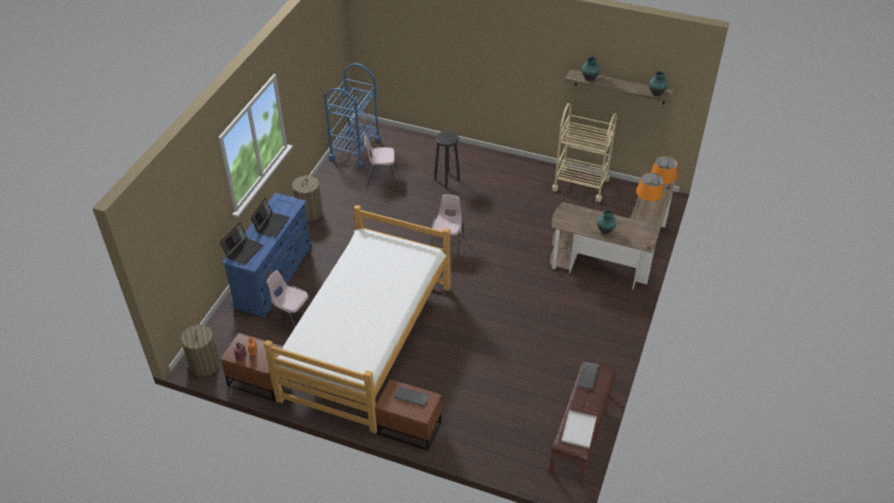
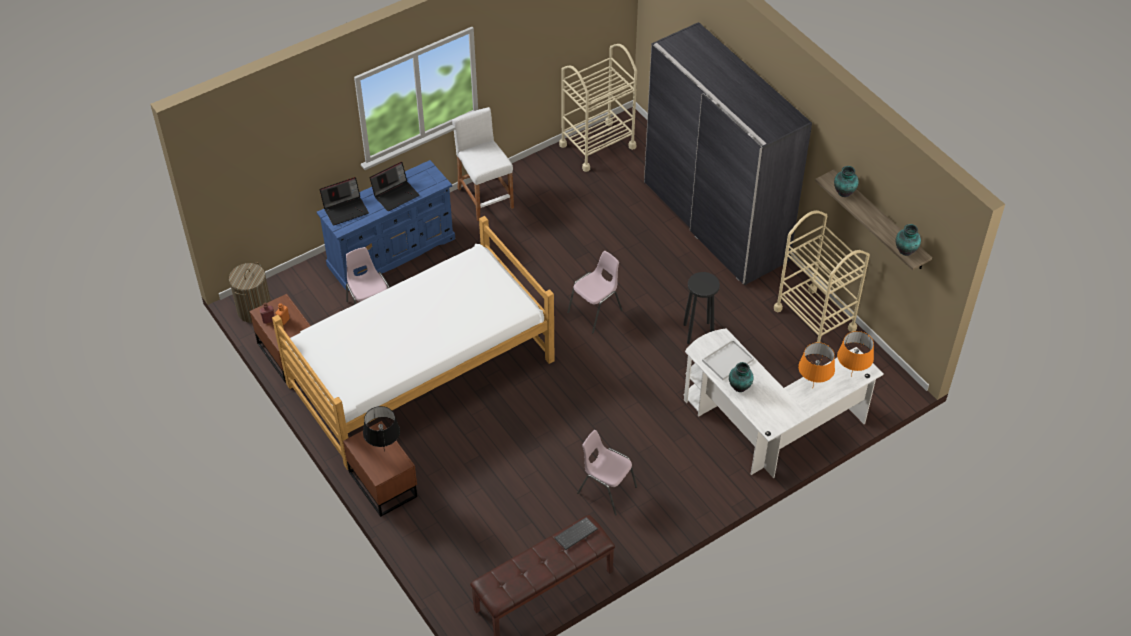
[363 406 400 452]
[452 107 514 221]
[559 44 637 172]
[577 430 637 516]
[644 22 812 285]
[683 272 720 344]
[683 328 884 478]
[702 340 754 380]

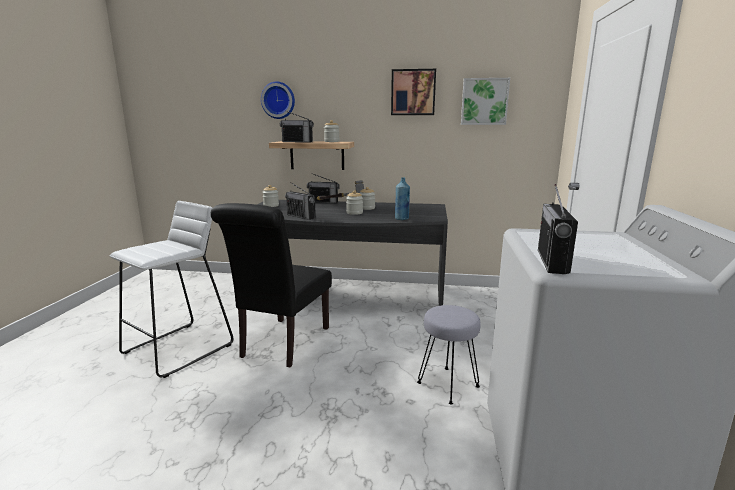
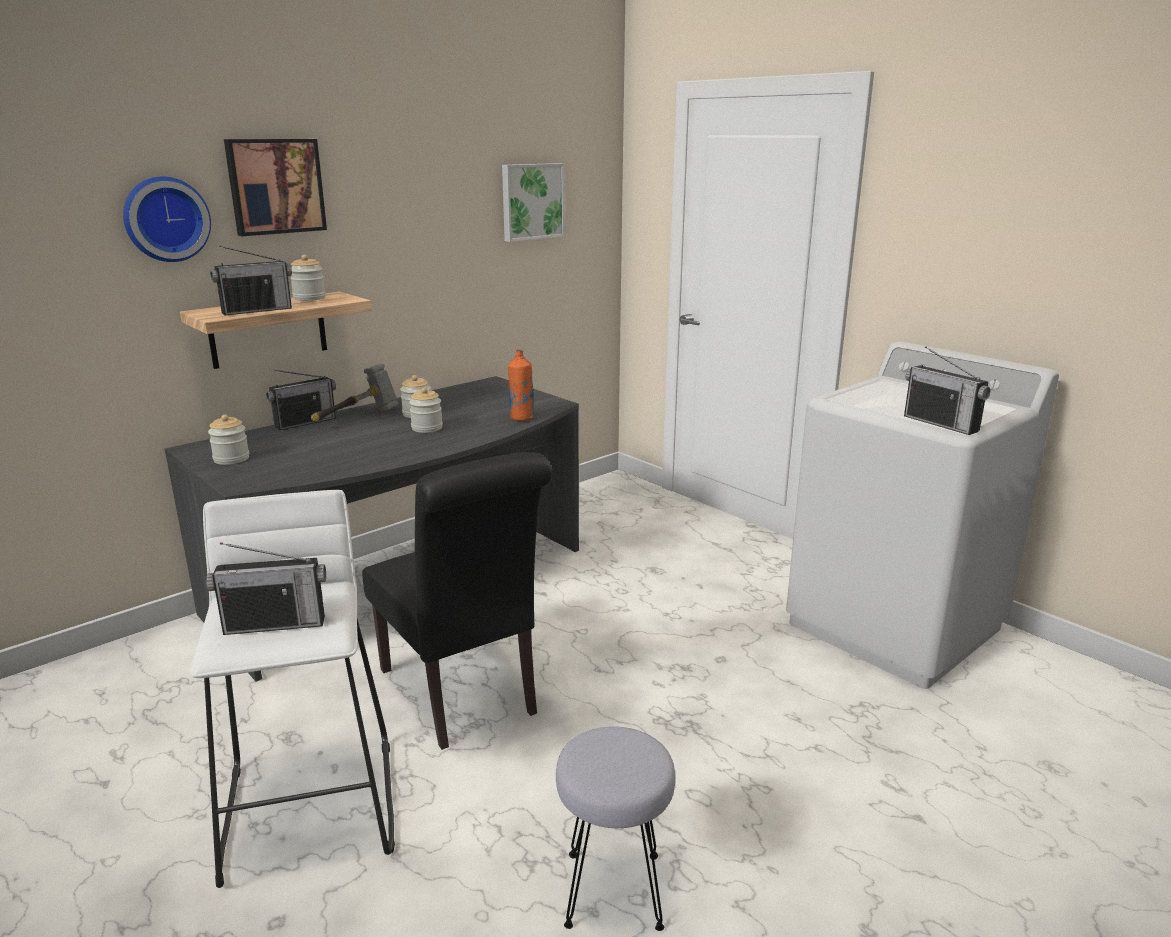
[206 542 326 635]
[224 139 327 236]
[508 349 533 421]
[556 726 675 931]

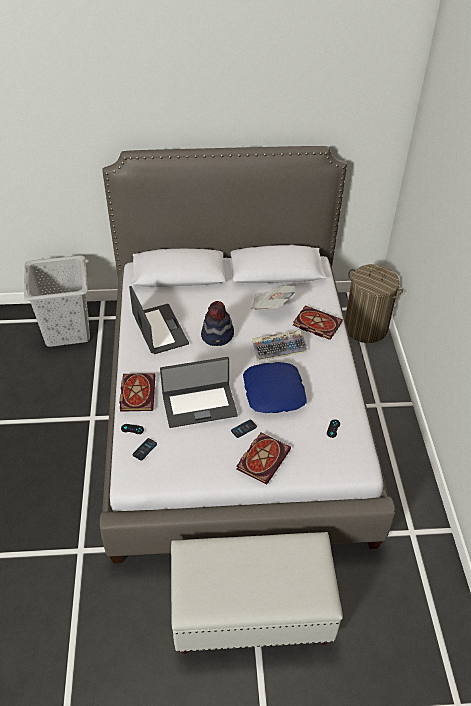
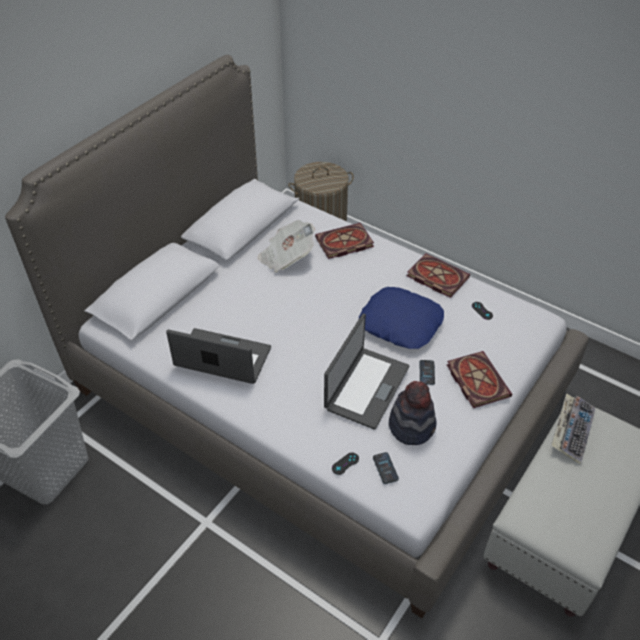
[389 381 437 445]
[407 253 470 298]
[551 393 595 464]

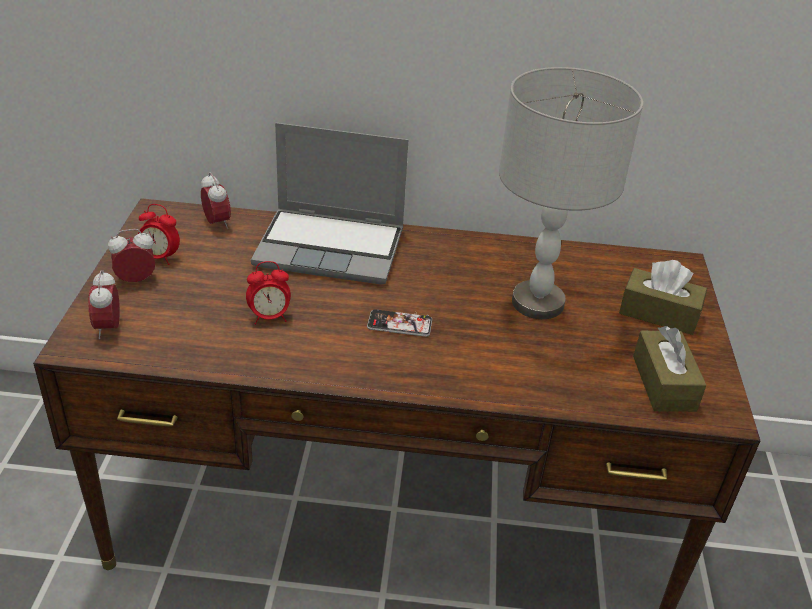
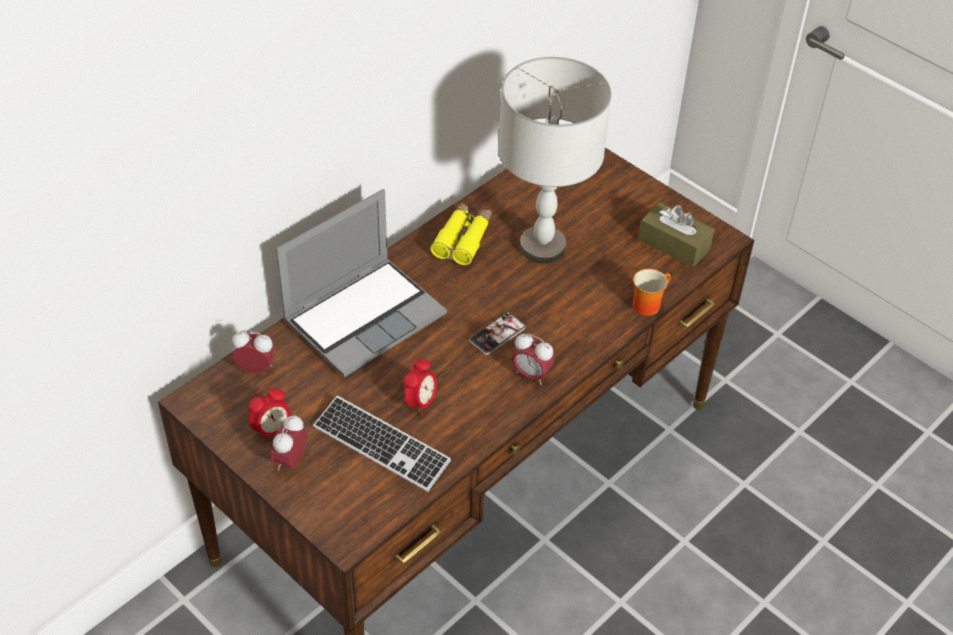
[313 396 451 492]
[430 202 492 265]
[512 333 555 385]
[633 269 671 316]
[619 260 707 335] (first image)

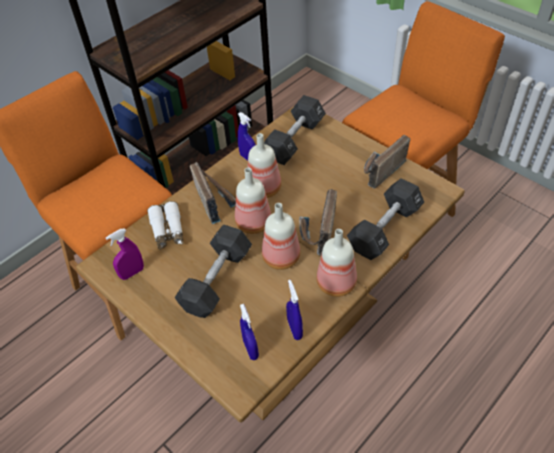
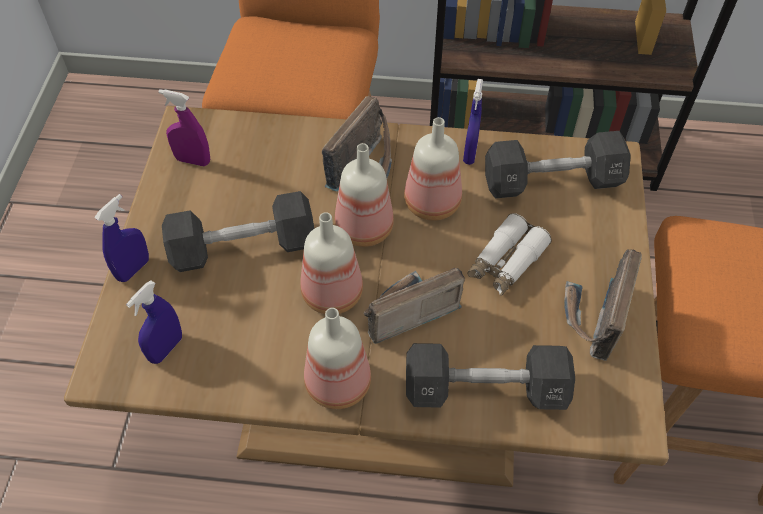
[94 194 149 282]
[467 213 552 296]
[564 249 642 361]

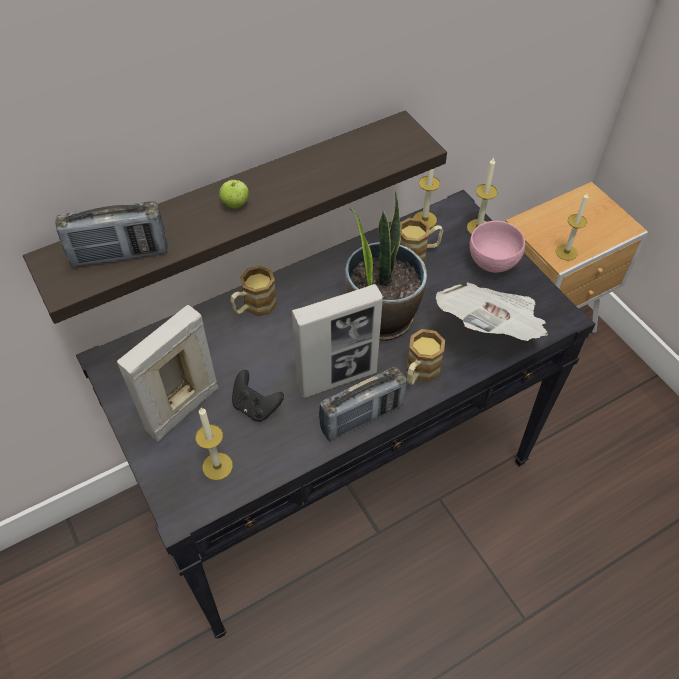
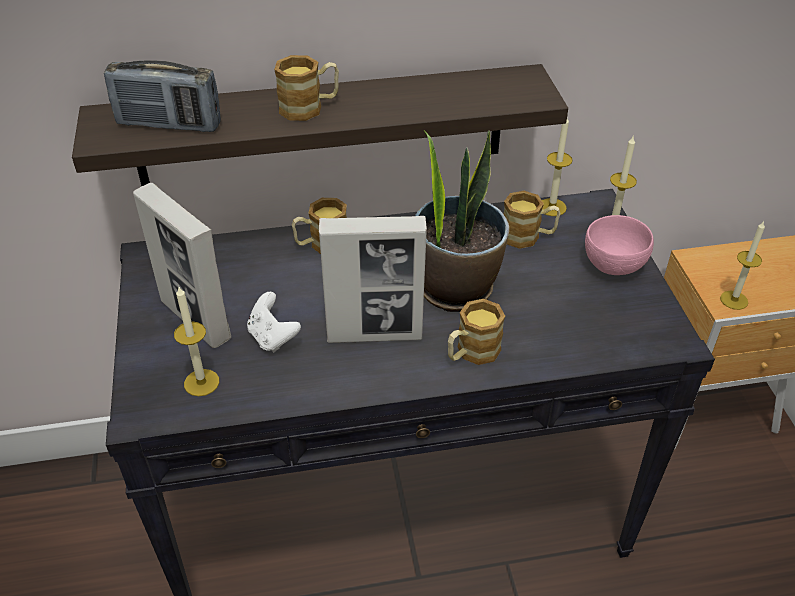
[133 183 231 348]
[247 292 301 352]
[274 55 339 121]
[319 367 407 441] (first image)
[436 282 548 341] (first image)

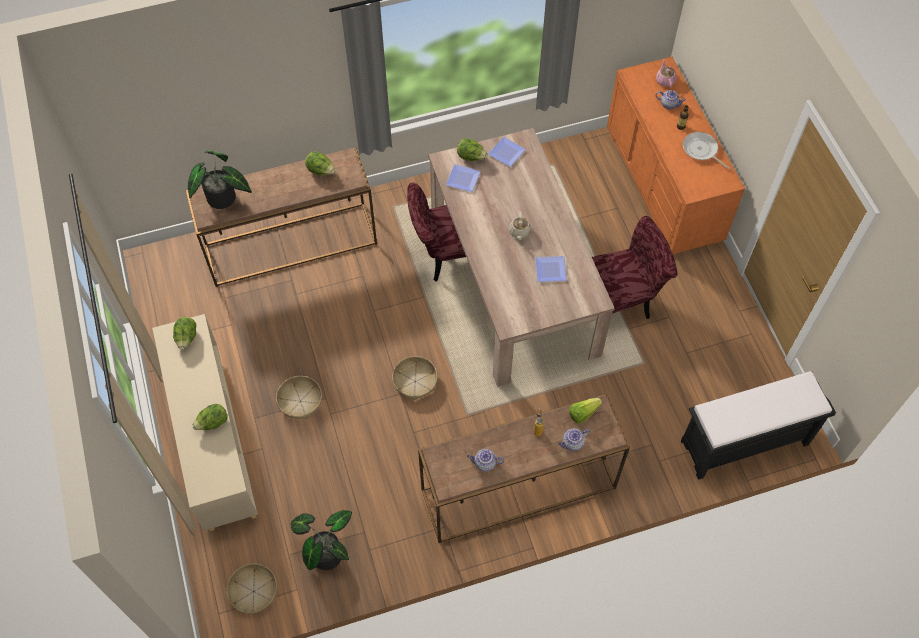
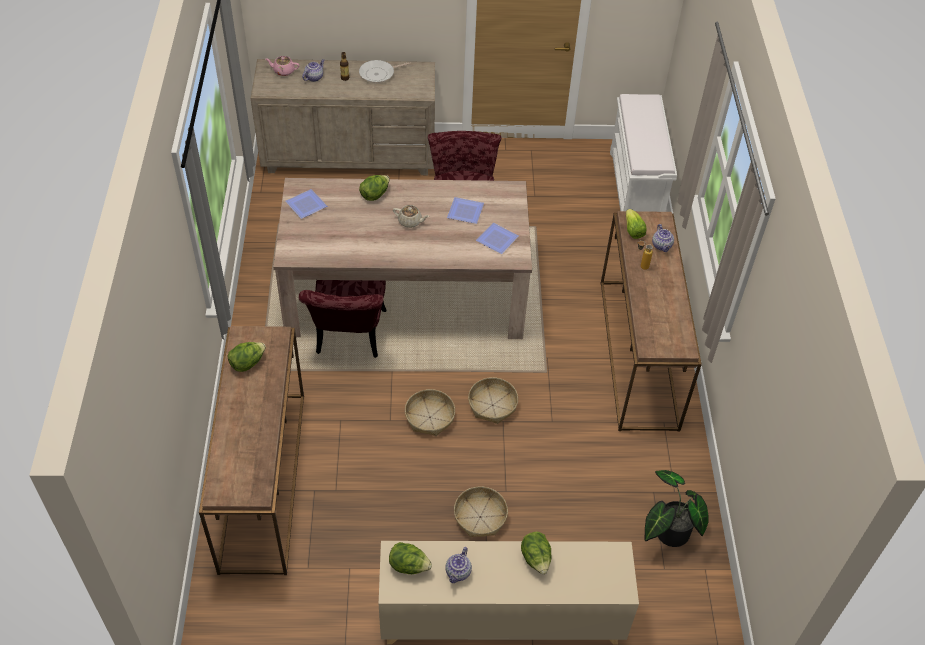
[250 59 435 175]
[359 175 389 201]
[405 389 455 436]
[445 547 472 583]
[476 223 519 254]
[610 94 677 212]
[188 151 252 209] (first image)

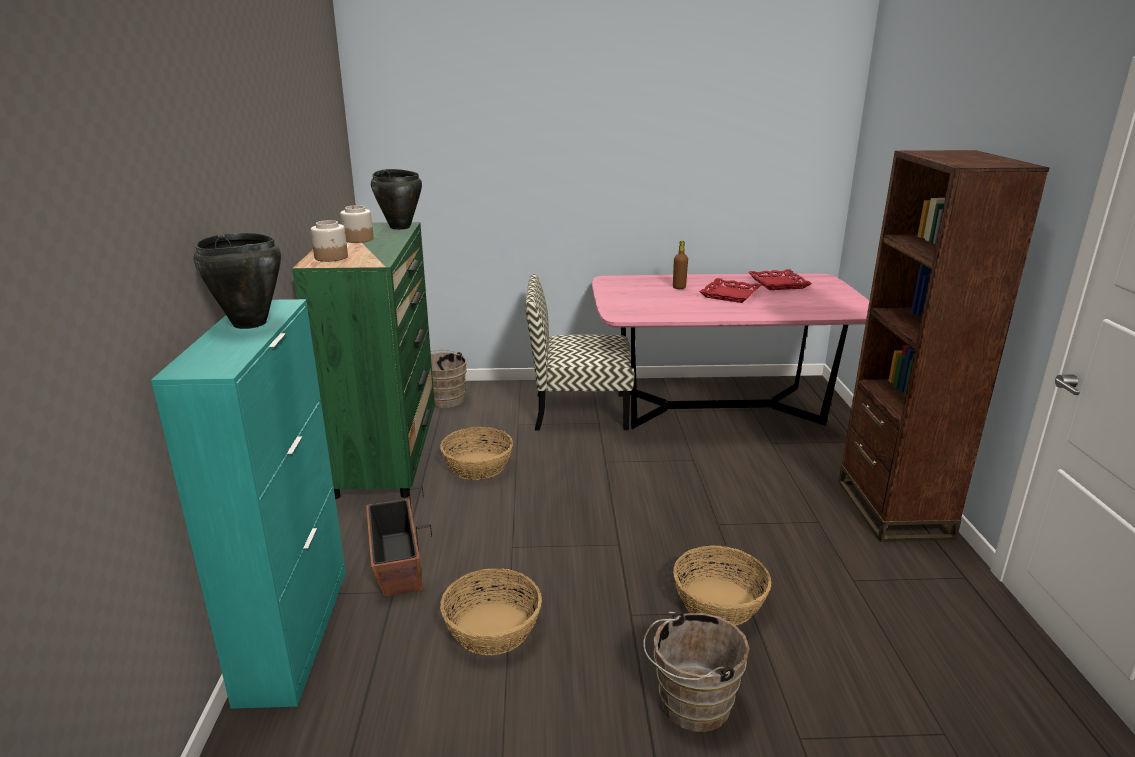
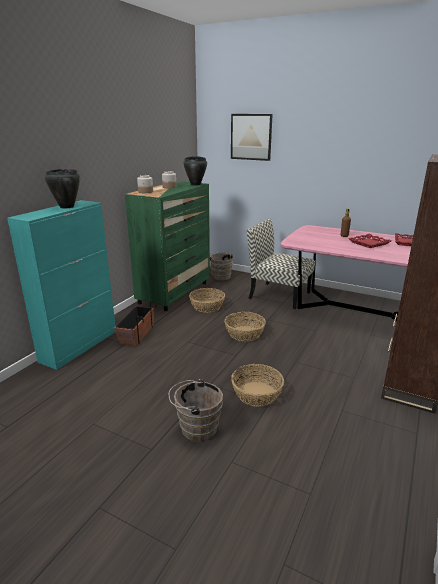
[225 312 266 341]
[231 114 273 161]

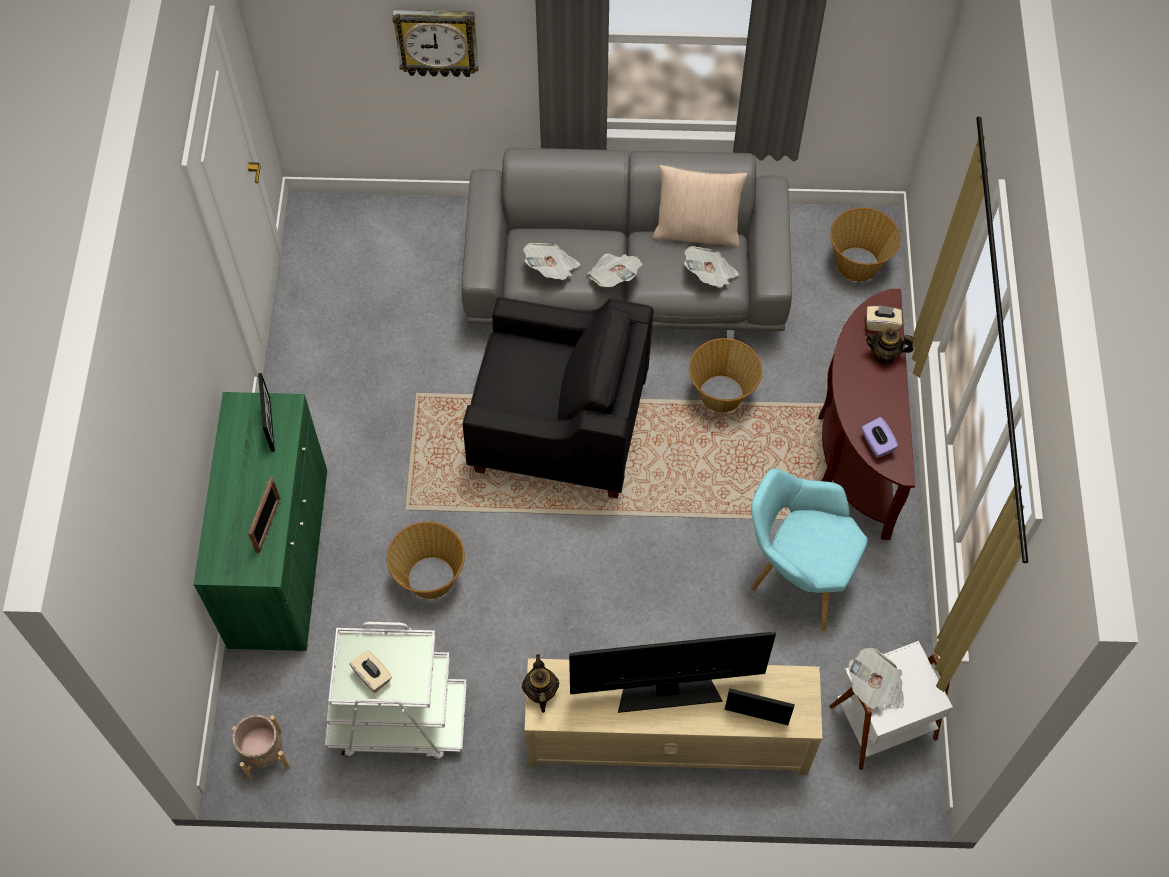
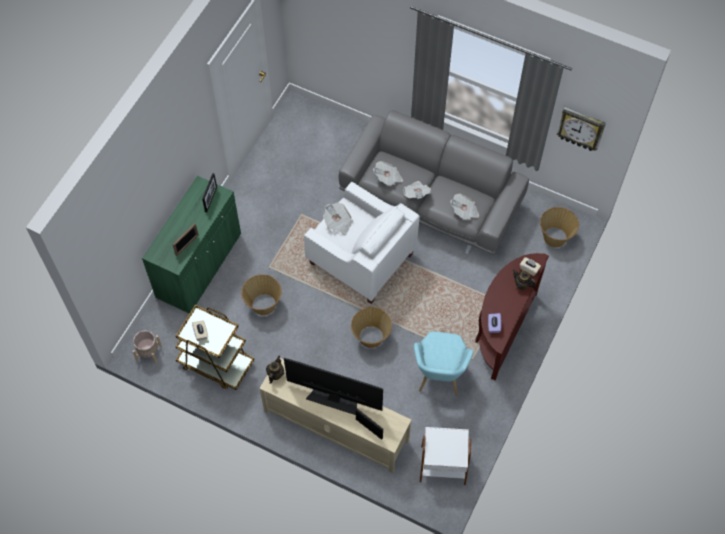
[175 305 254 390]
[304 182 420 304]
[323 203 353 235]
[351 307 392 348]
[414 332 473 396]
[557 107 606 151]
[653 165 748 247] (first image)

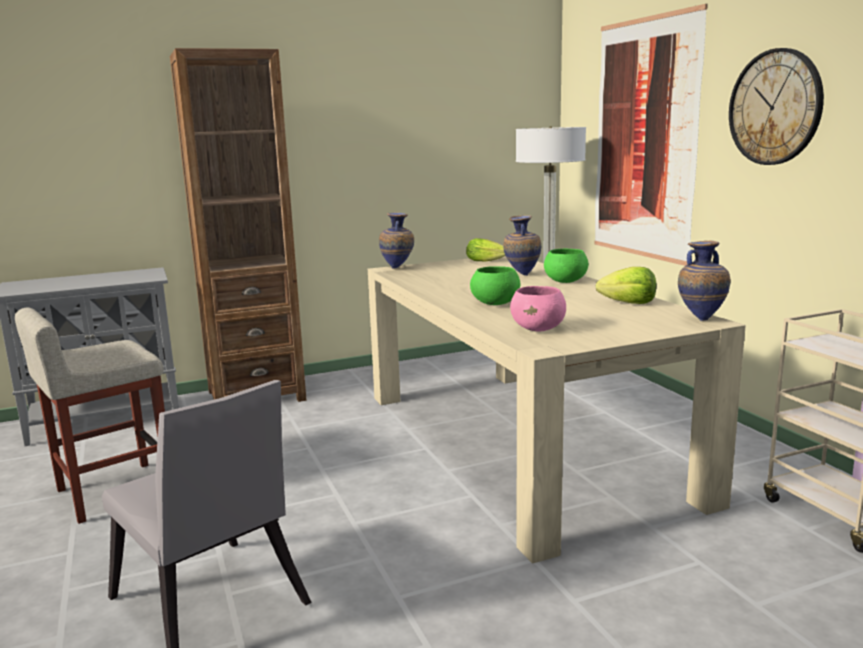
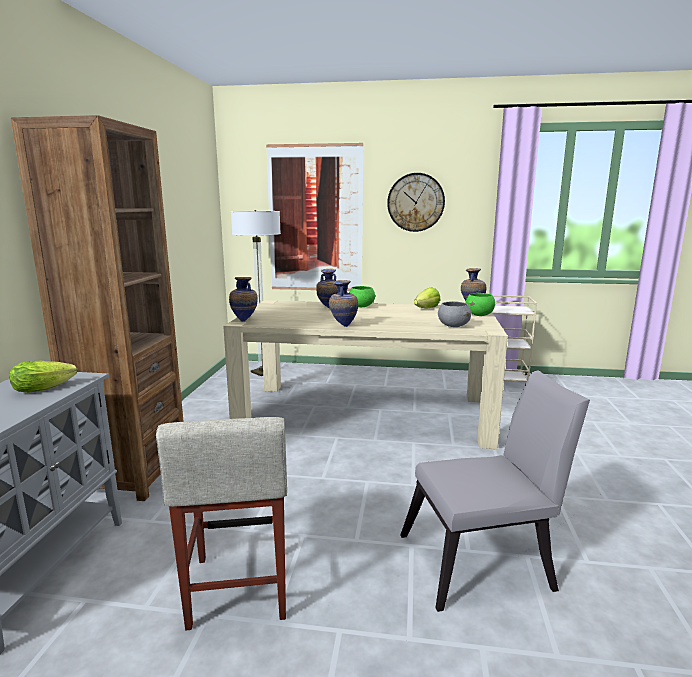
[9 361 77 393]
[329 280 358 327]
[438 301 471 327]
[465 293 495 316]

